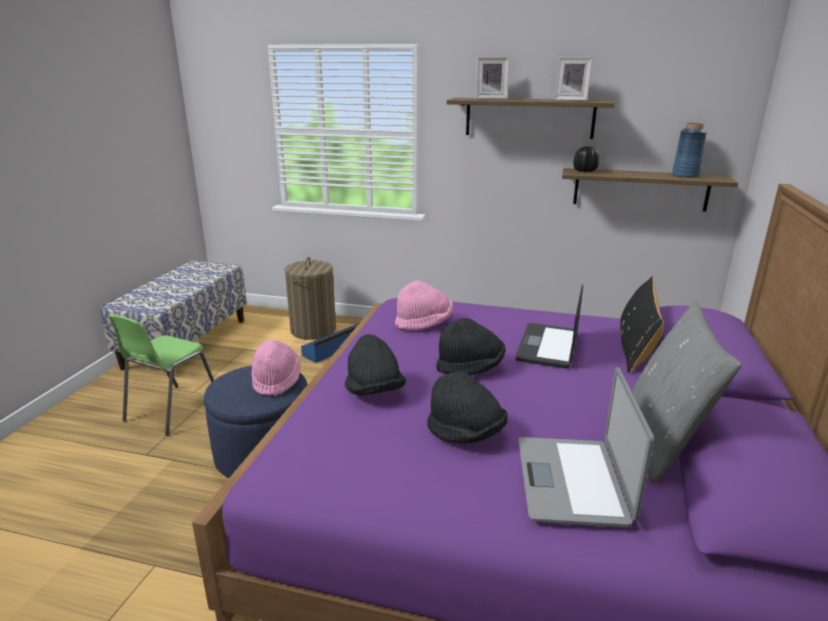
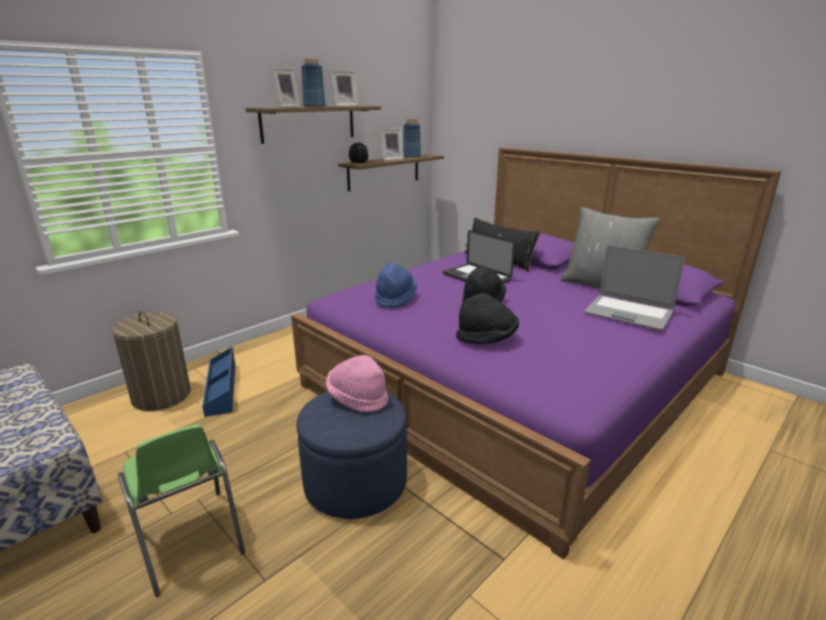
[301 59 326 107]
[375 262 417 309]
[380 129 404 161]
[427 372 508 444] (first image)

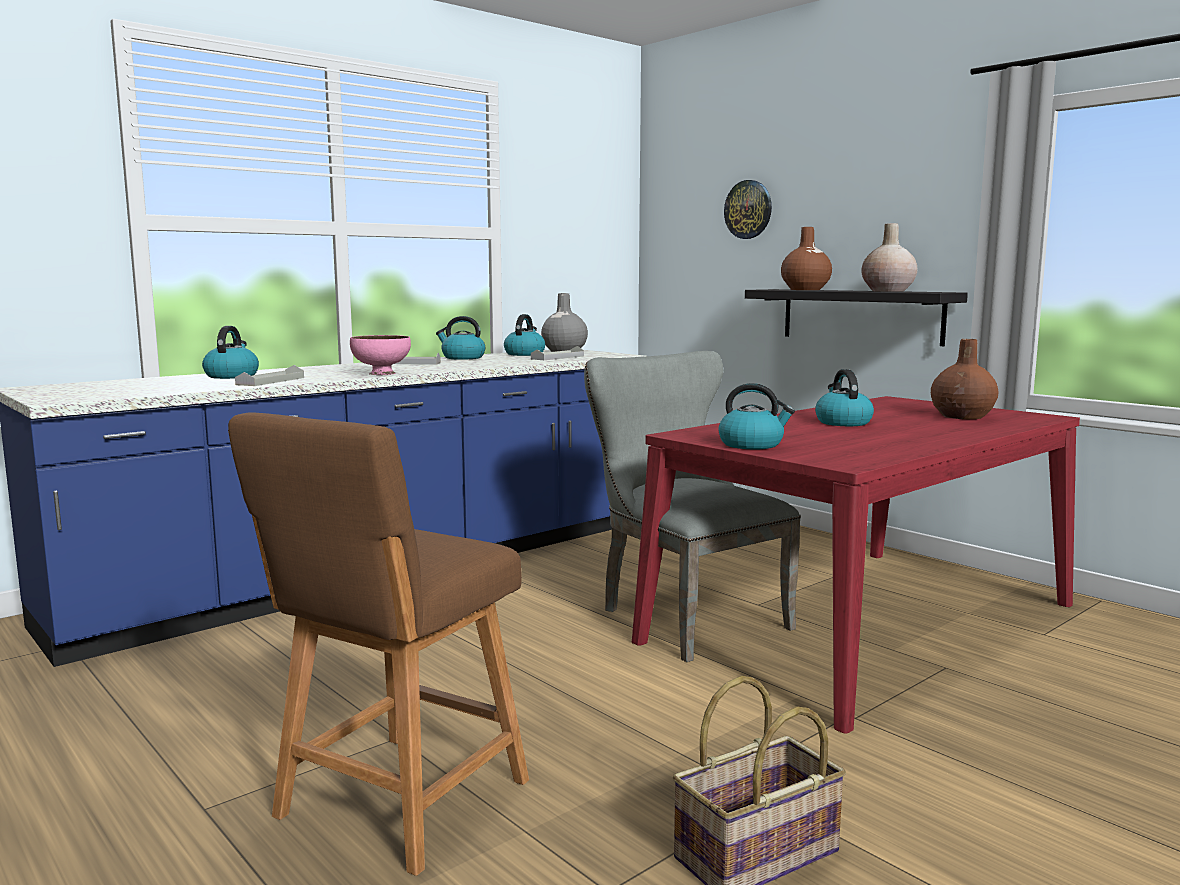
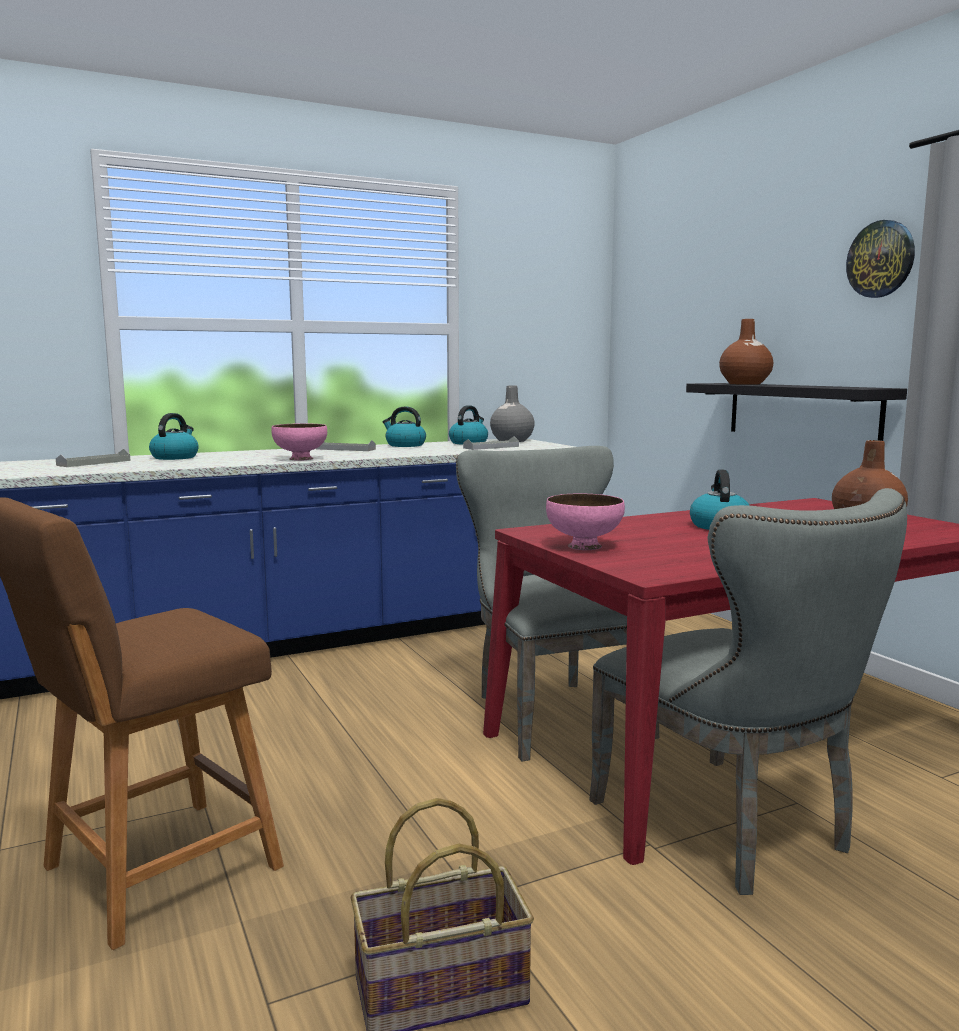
[56 449 131 467]
[546 494 625 550]
[589 488 907 895]
[846 220 915 298]
[861 223 918 292] (first image)

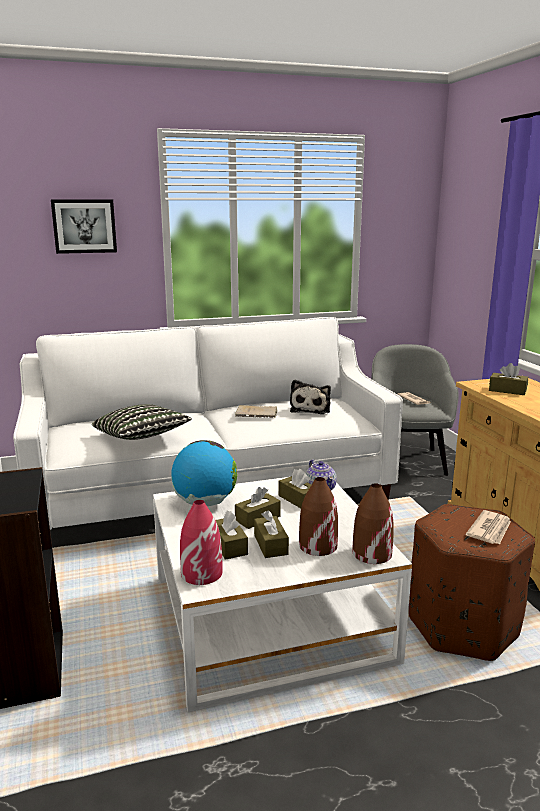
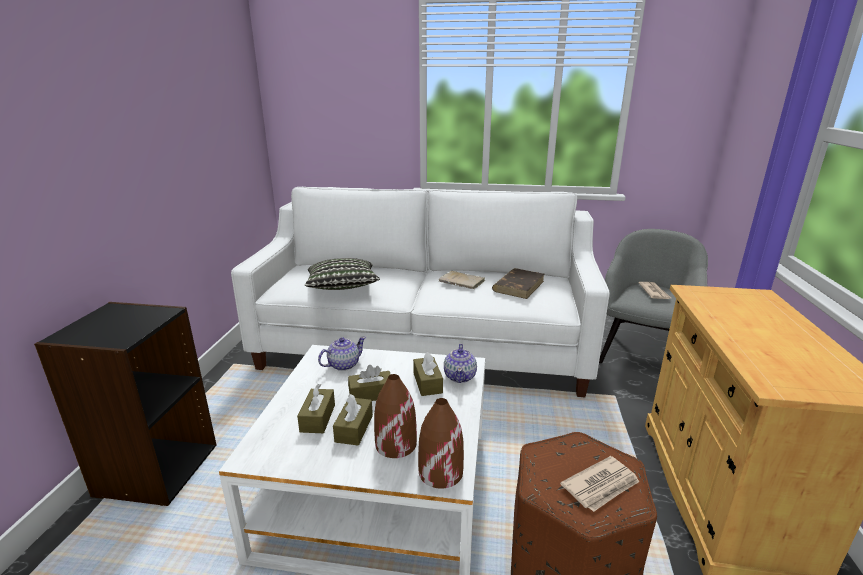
[318 336 366 371]
[492 268 544 299]
[51 199 117 254] (first image)
[180 500 223 585] (first image)
[489 363 528 395] (first image)

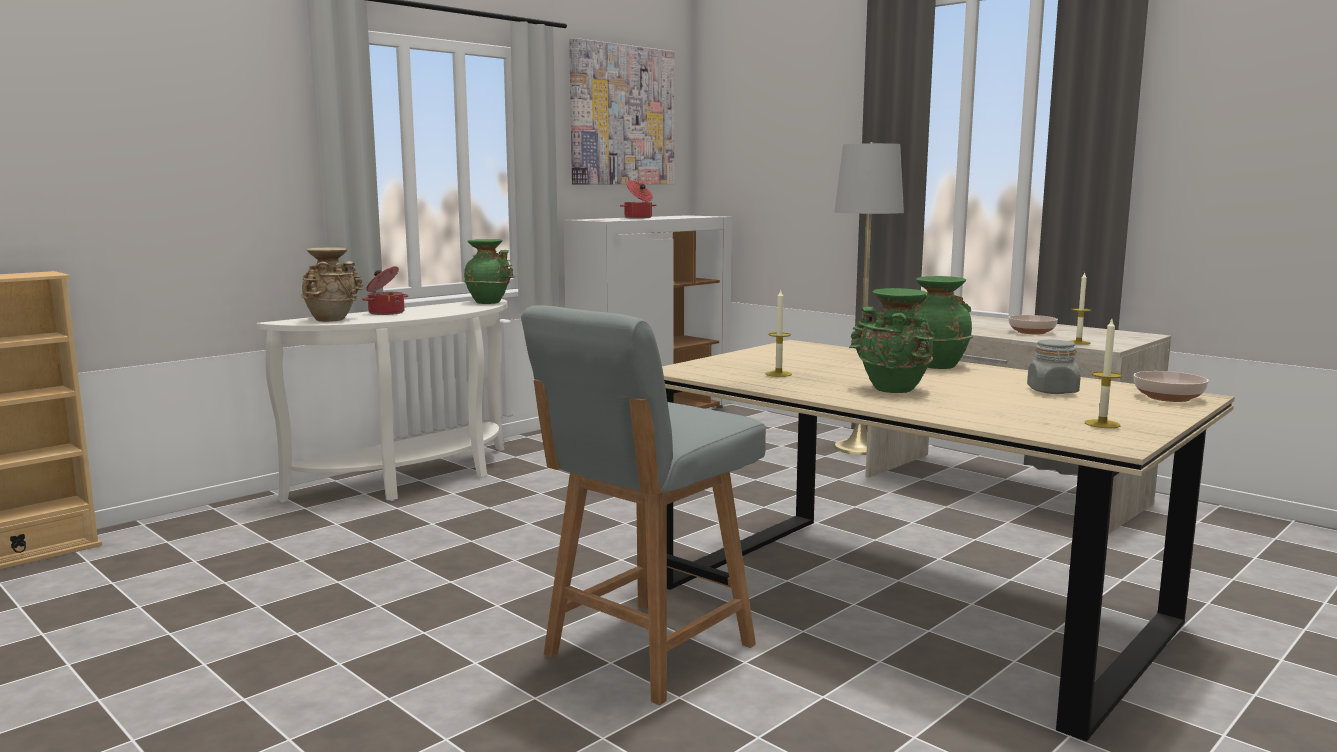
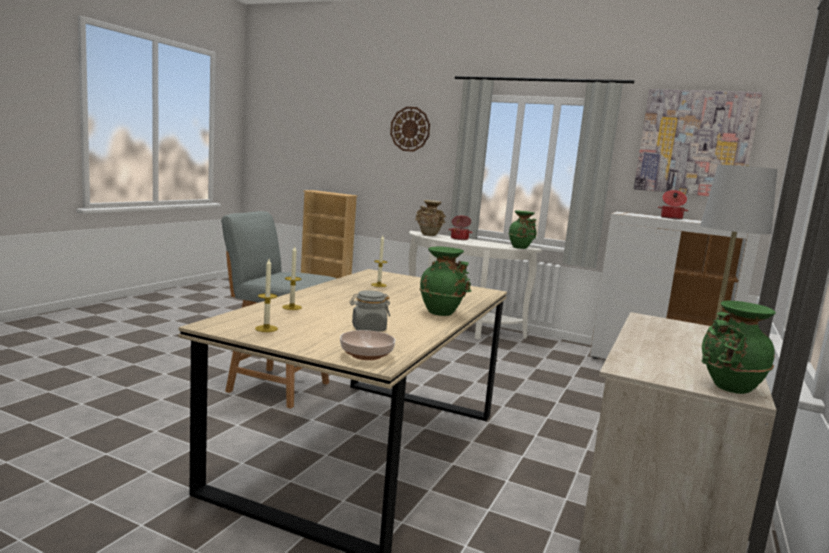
[282 246 302 310]
[390 107 430 152]
[701 301 776 394]
[1008 315 1058 334] (first image)

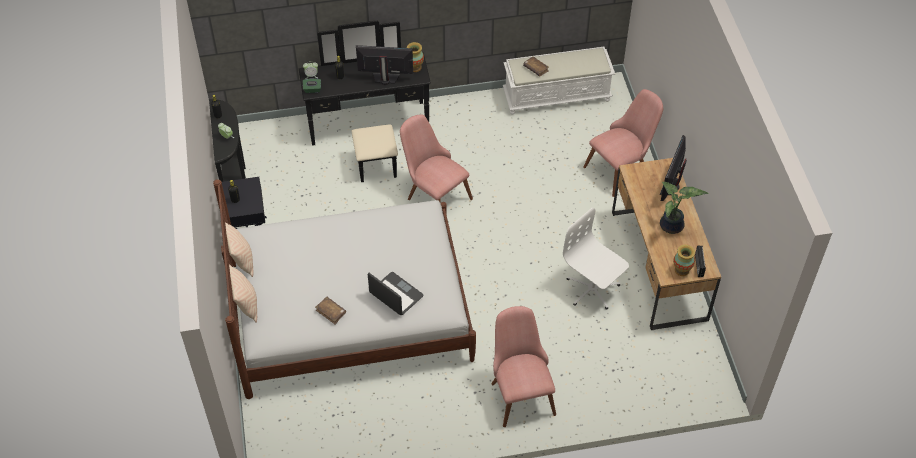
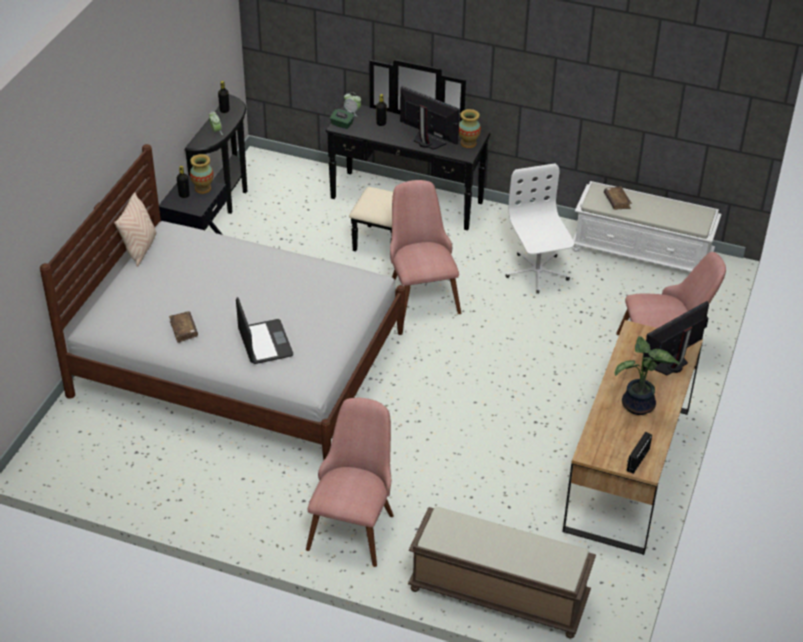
[190 154 214 194]
[408 507 596 639]
[506 163 574 294]
[229 264 257 323] (first image)

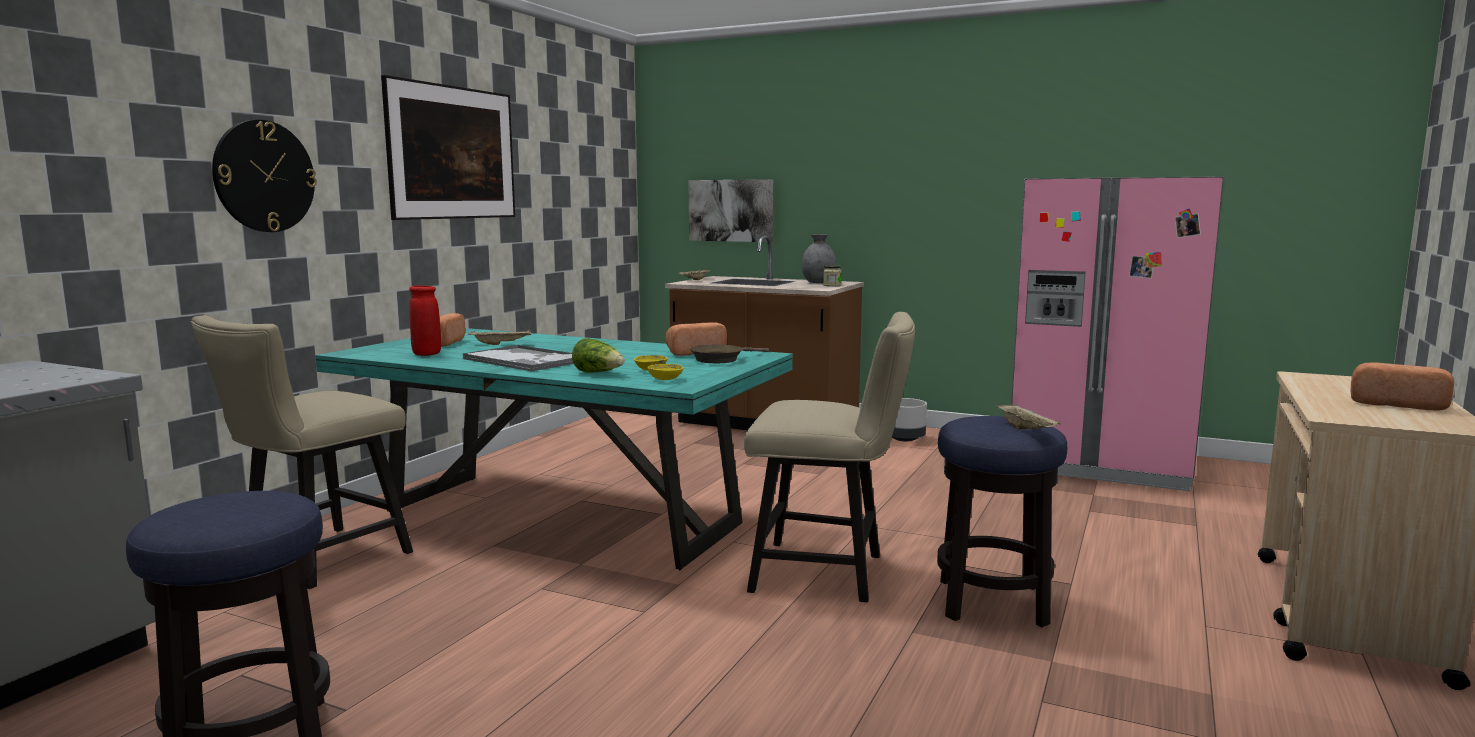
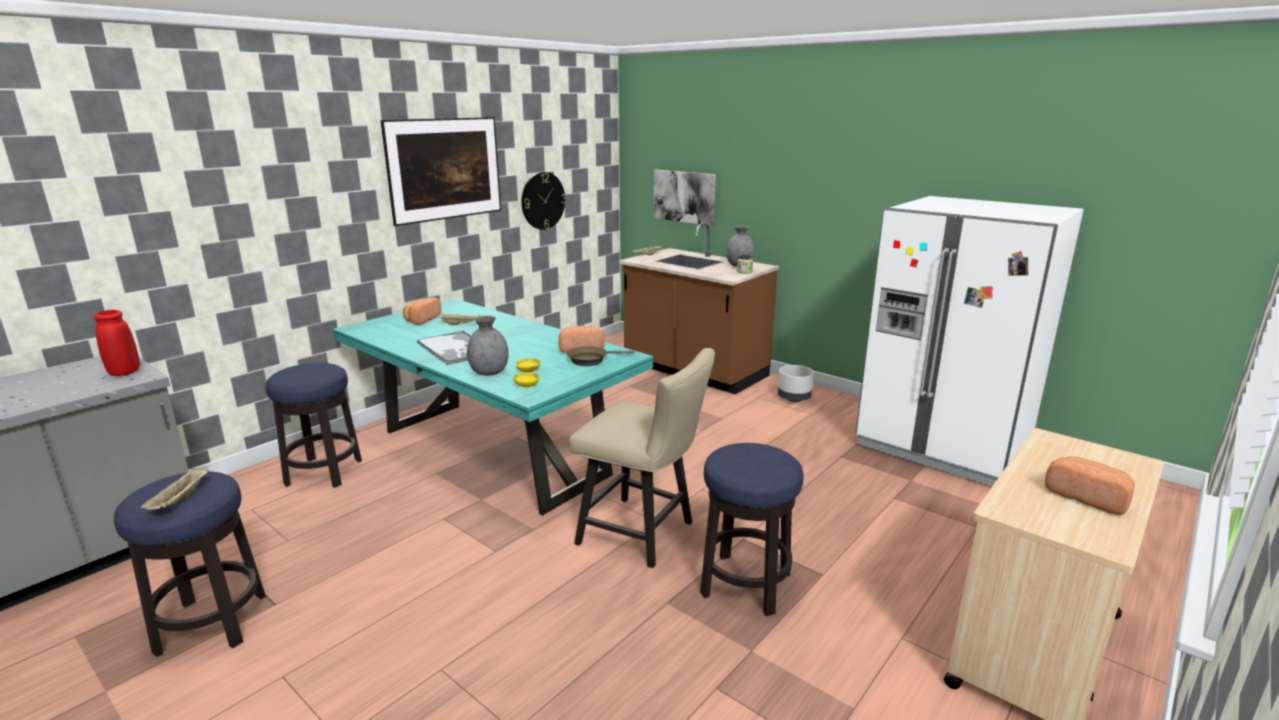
[94 310 140 376]
[140 467 209 510]
[265 363 362 488]
[467 316 509 376]
[521 172 566 230]
[856 196 1084 486]

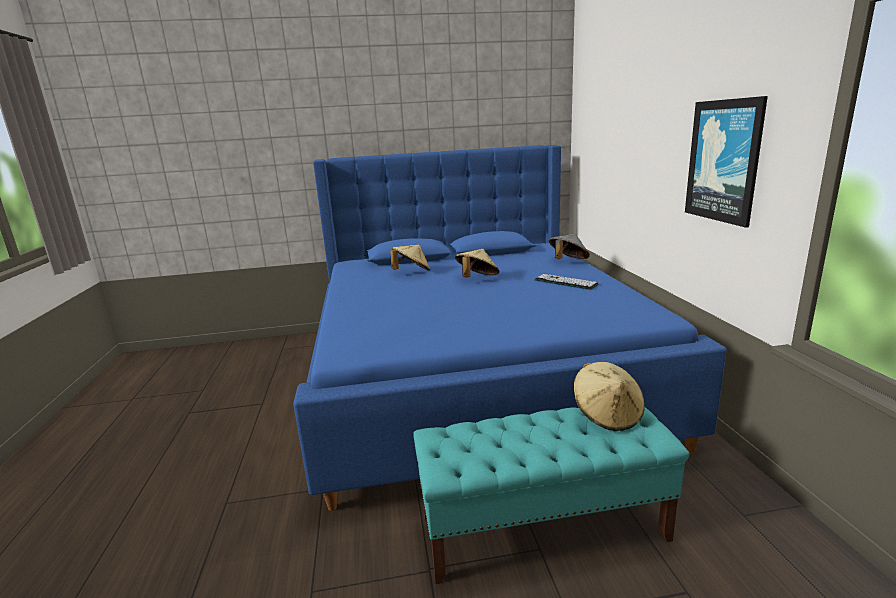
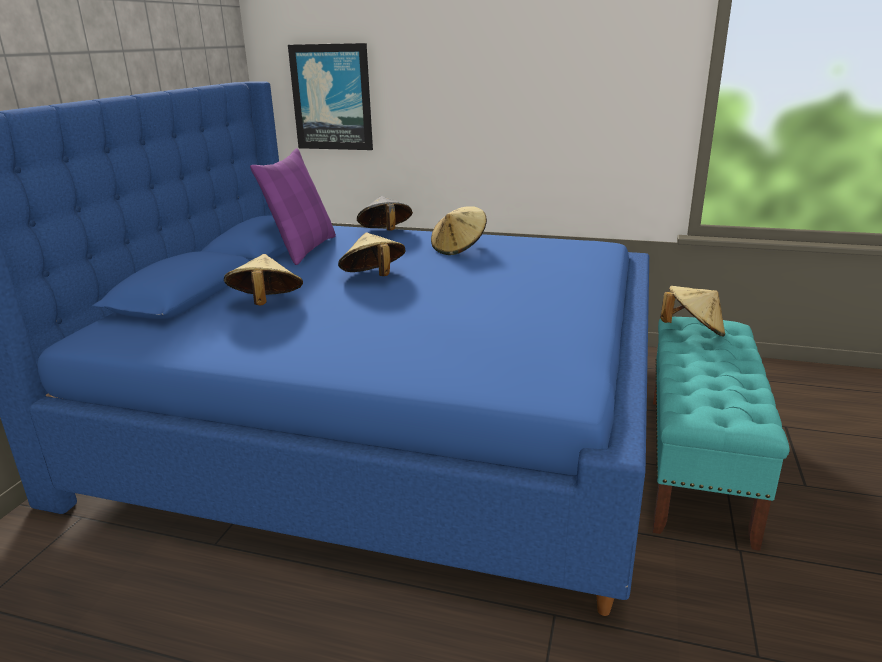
[250 148 336 265]
[288 43 373 150]
[431 206 487 255]

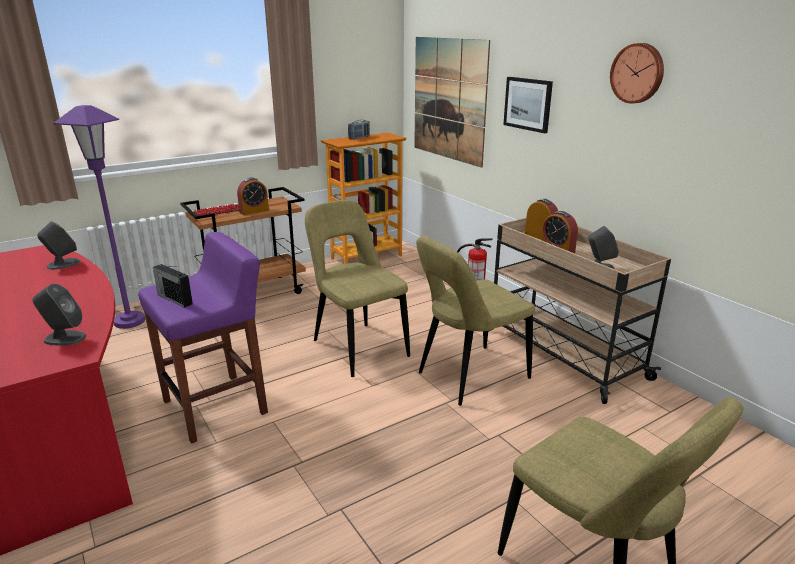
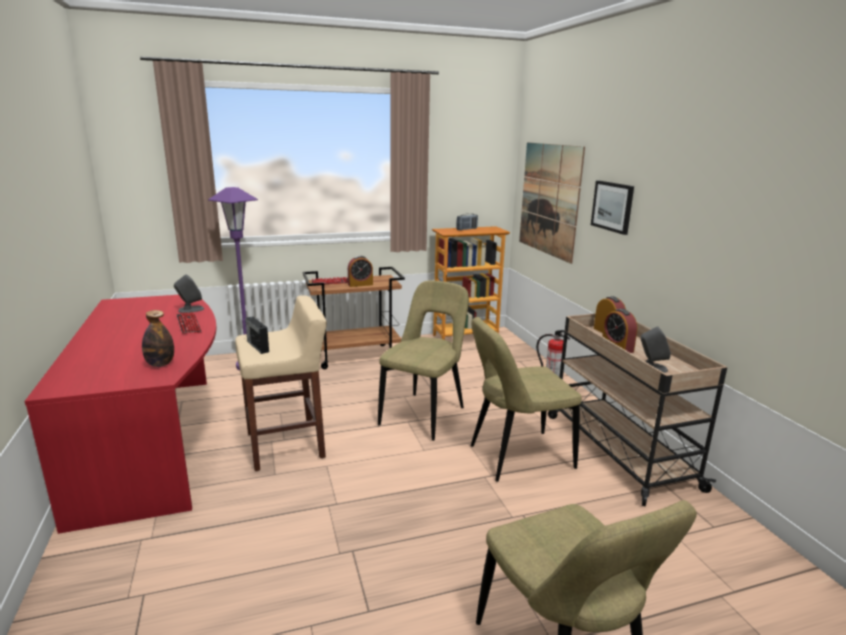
[142 310 174 367]
[177 312 202 334]
[235 295 327 471]
[378 280 469 441]
[610 43 664 104] (first image)

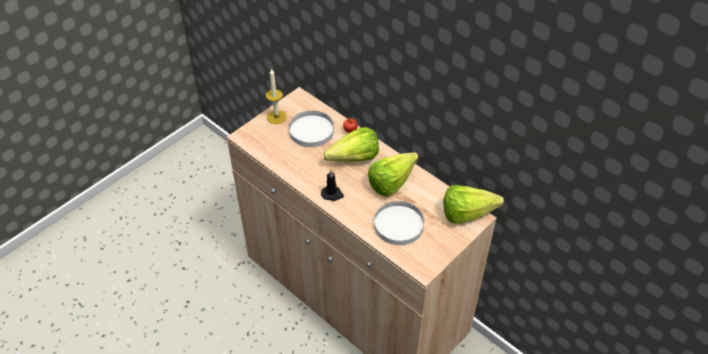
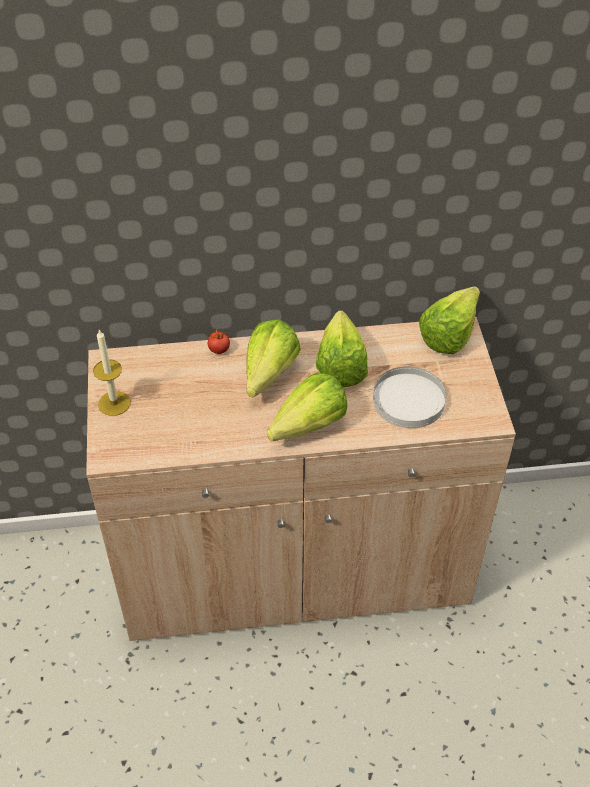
[267 373 347 441]
[289 111 334 147] (first image)

